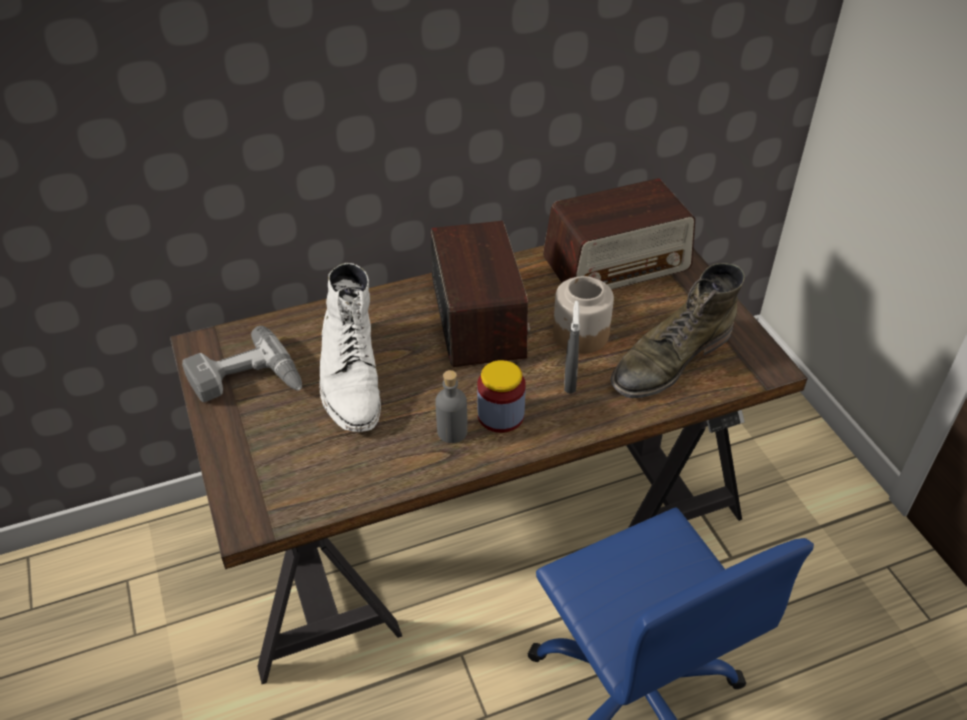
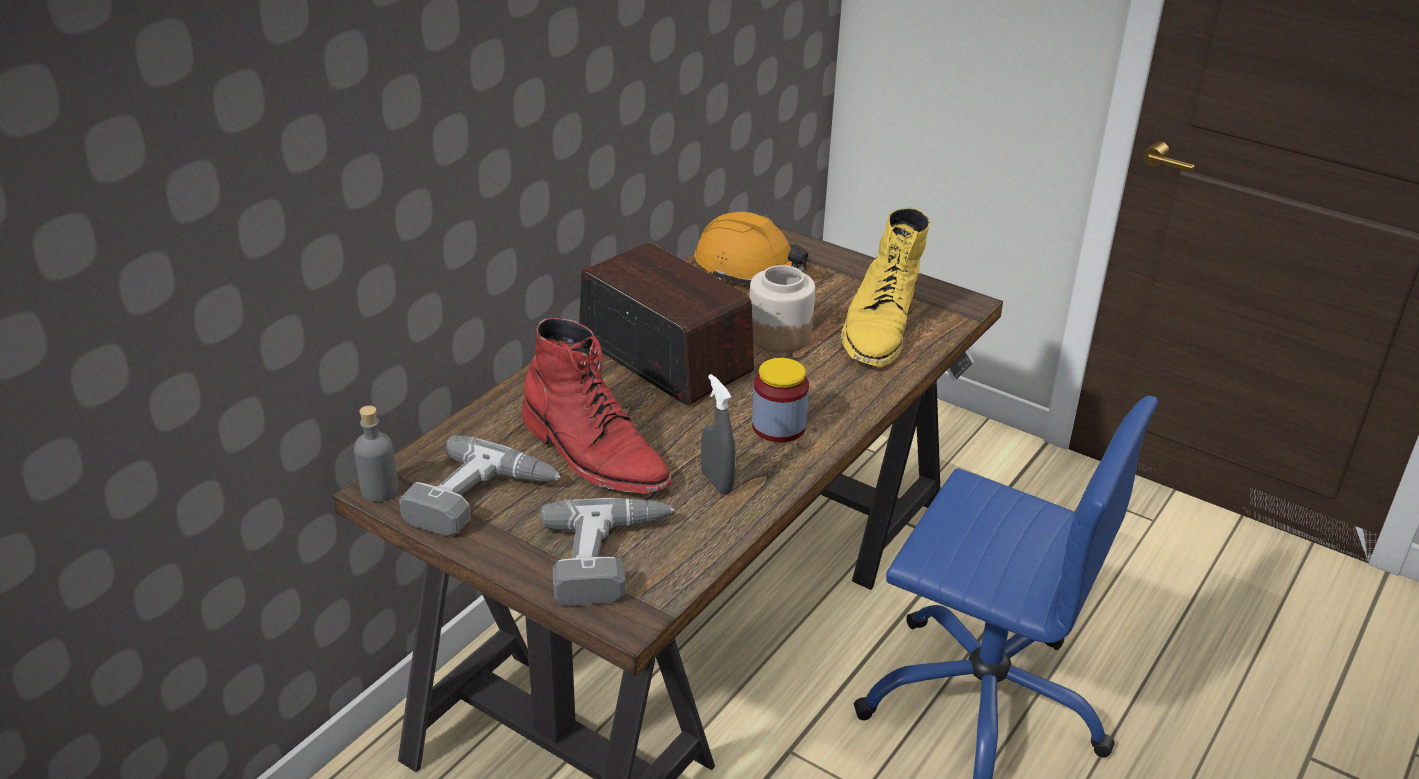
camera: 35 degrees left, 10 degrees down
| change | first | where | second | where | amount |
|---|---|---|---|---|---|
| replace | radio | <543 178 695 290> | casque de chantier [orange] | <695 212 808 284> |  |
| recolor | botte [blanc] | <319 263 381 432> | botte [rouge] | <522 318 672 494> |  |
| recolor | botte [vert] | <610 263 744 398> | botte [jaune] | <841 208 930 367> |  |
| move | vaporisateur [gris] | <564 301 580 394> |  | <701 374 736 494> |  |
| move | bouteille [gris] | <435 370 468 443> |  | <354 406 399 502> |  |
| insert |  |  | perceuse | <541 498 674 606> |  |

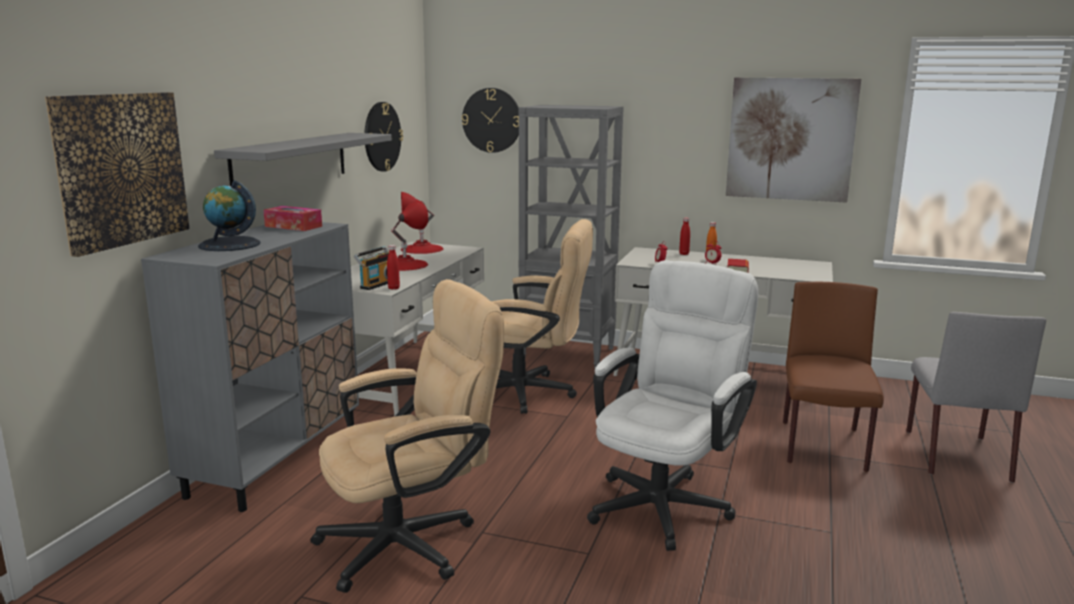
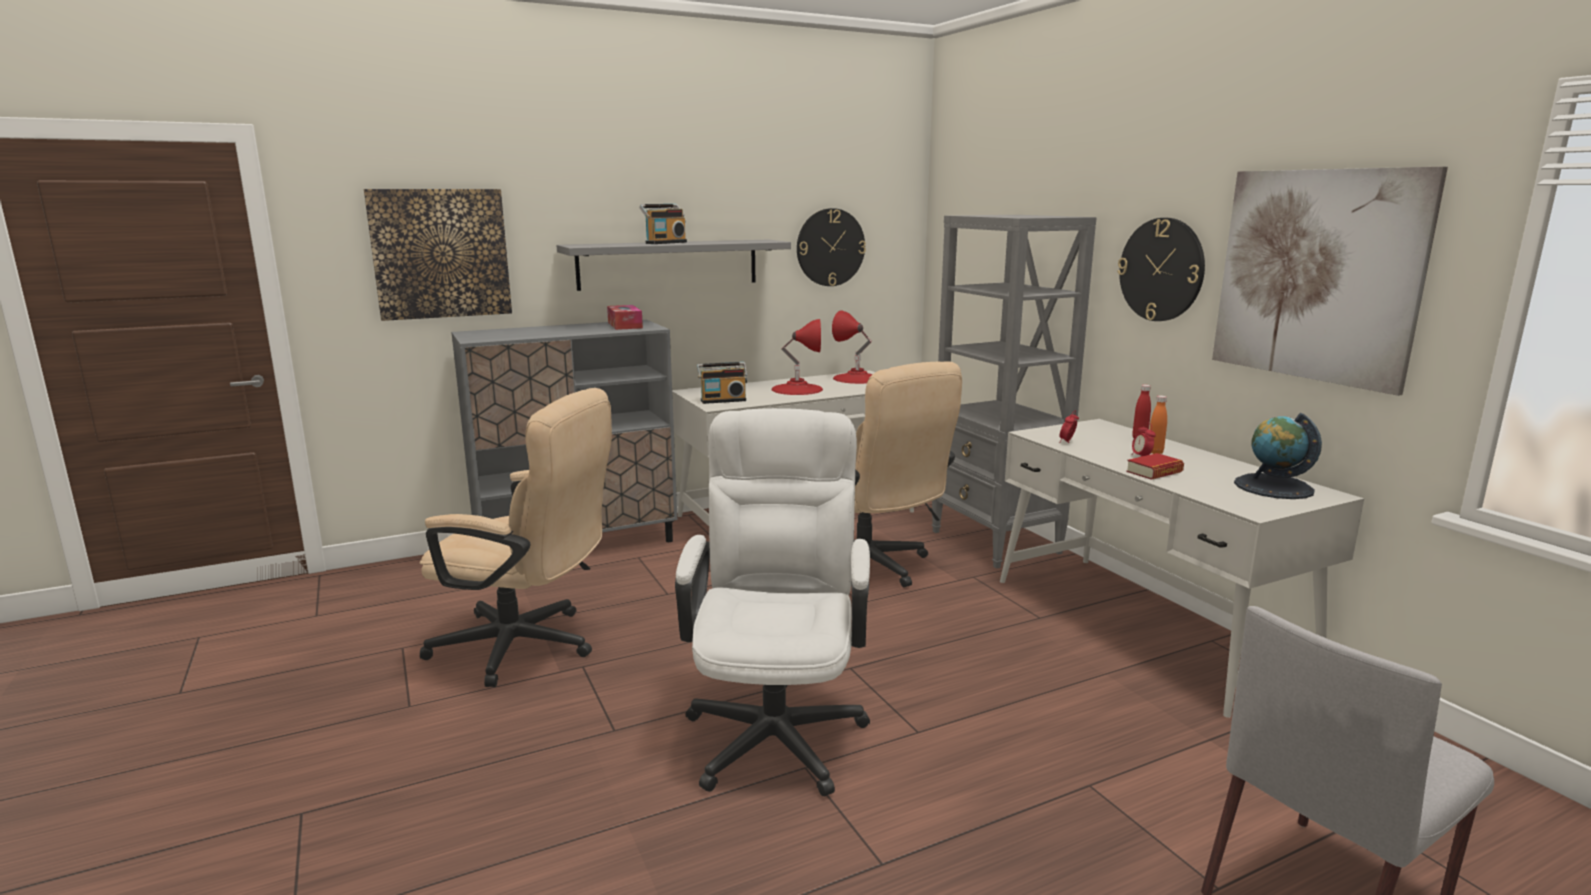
camera: 45 degrees right, 0 degrees up
| change | first | where | second | where | amount |
|---|---|---|---|---|---|
| move | horloge murale | <462 88 519 153> |  | <1117 218 1205 321> |  |
| move | globe | <198 180 261 251> |  | <1234 413 1322 499> |  |
| delete | bouteille [rouge] | <387 245 400 290> |  |  |  |
| rotate | chaise de bureau [blanc] | <587 260 758 551> |  | <675 408 870 797> | 75 degrees counterclockwise |
| delete | chaise [marron] | <783 282 884 472> |  |  |  |
| insert |  |  | radio | <639 204 687 244> |  |

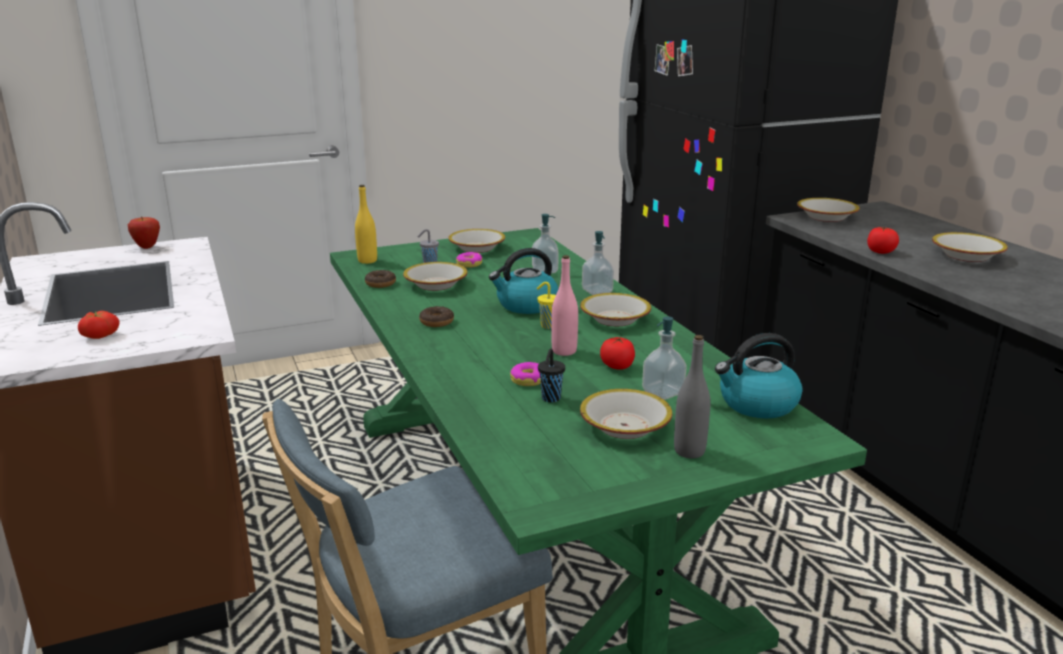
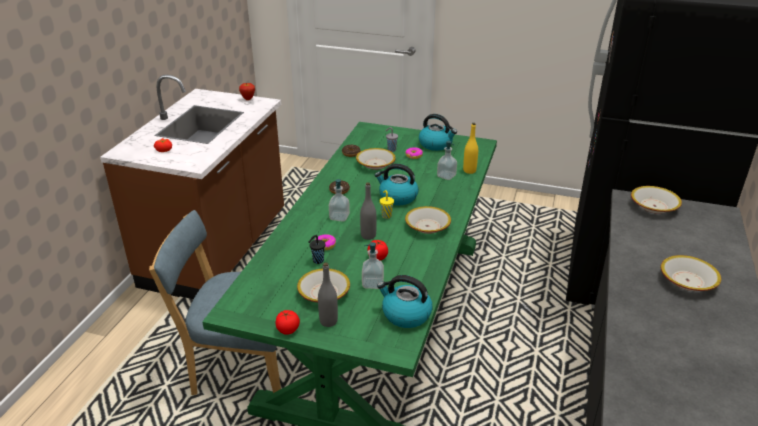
camera: 40 degrees right, 10 degrees up
| change | first | where | second | where | amount |
|---|---|---|---|---|---|
| move | bouteille [jaune] | <355 185 377 264> |  | <463 123 478 174> |  |
| move | tomate | <867 227 899 254> |  | <275 310 300 335> |  |
| replace | bol | <448 229 505 253> | bouilloire | <419 114 457 151> |  |
| move | distributeur de savon | <582 231 614 295> |  | <329 179 350 222> |  |
| recolor | bouteille [rose] | <551 255 578 356> | bouteille [gris] | <360 182 377 240> |  |

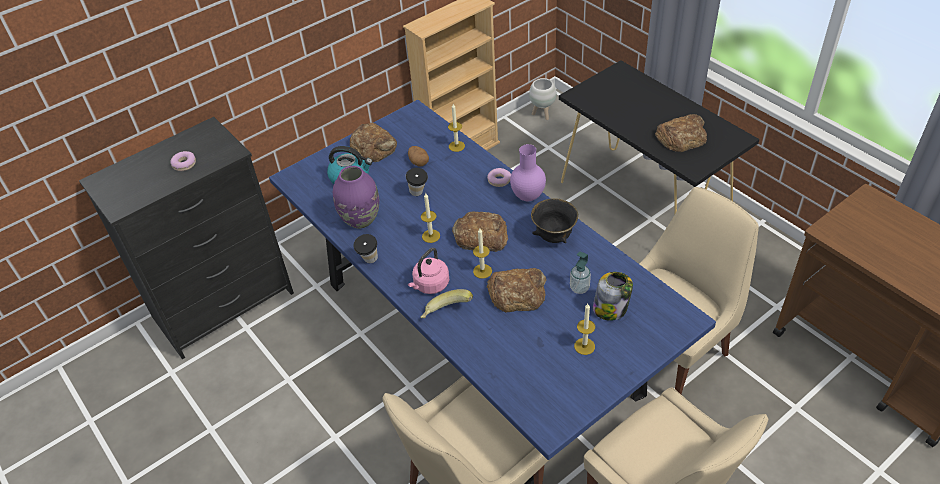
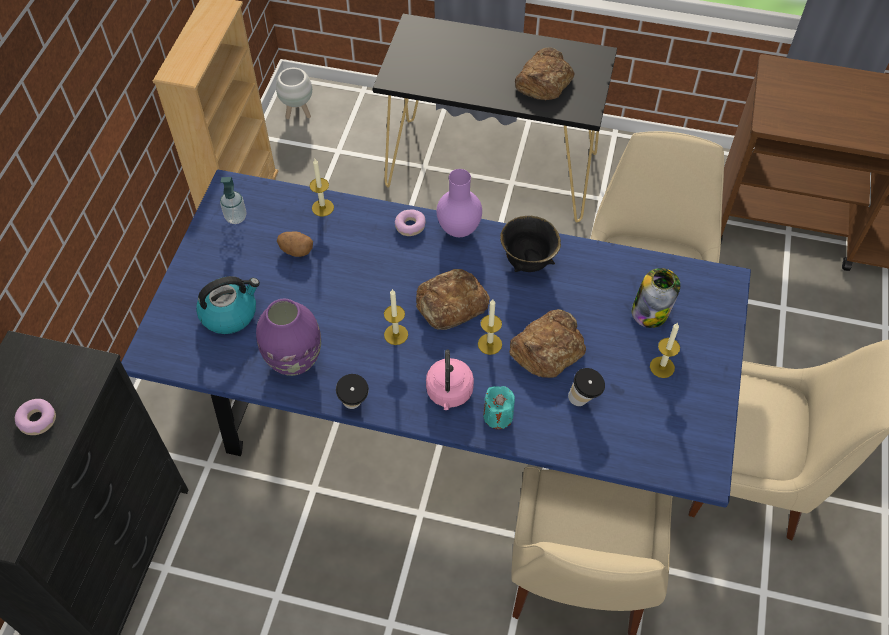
camera: 40 degrees left, 10 degrees up
| change | first | where | second | where | amount |
|---|---|---|---|---|---|
| delete | pain | <350 123 397 162> |  |  |  |
| move | tasse | <406 168 428 196> |  | <568 368 605 406> |  |
| move | distributeur de savon | <570 251 591 294> |  | <220 177 247 224> |  |
| replace | banane | <420 289 473 318> | bougie [turquoise] | <483 386 515 429> |  |

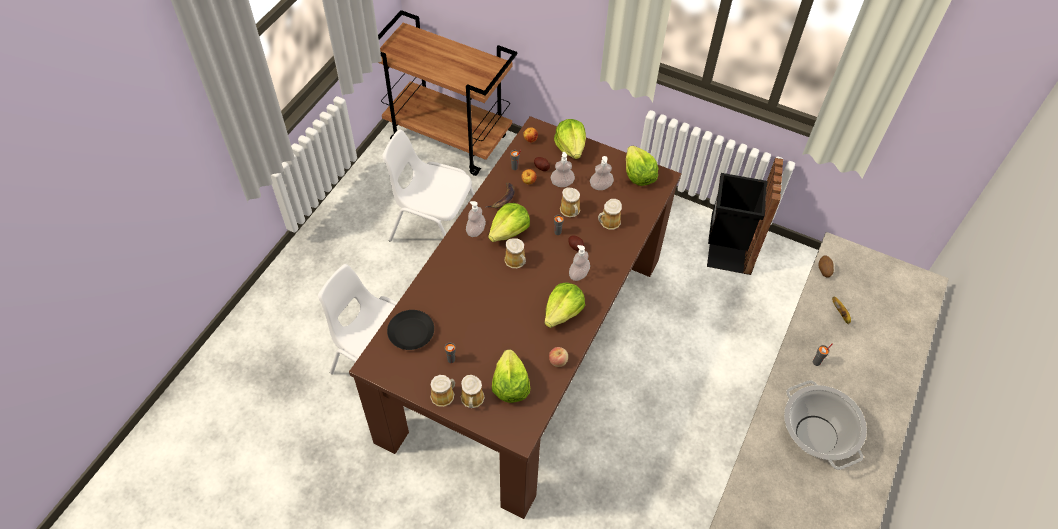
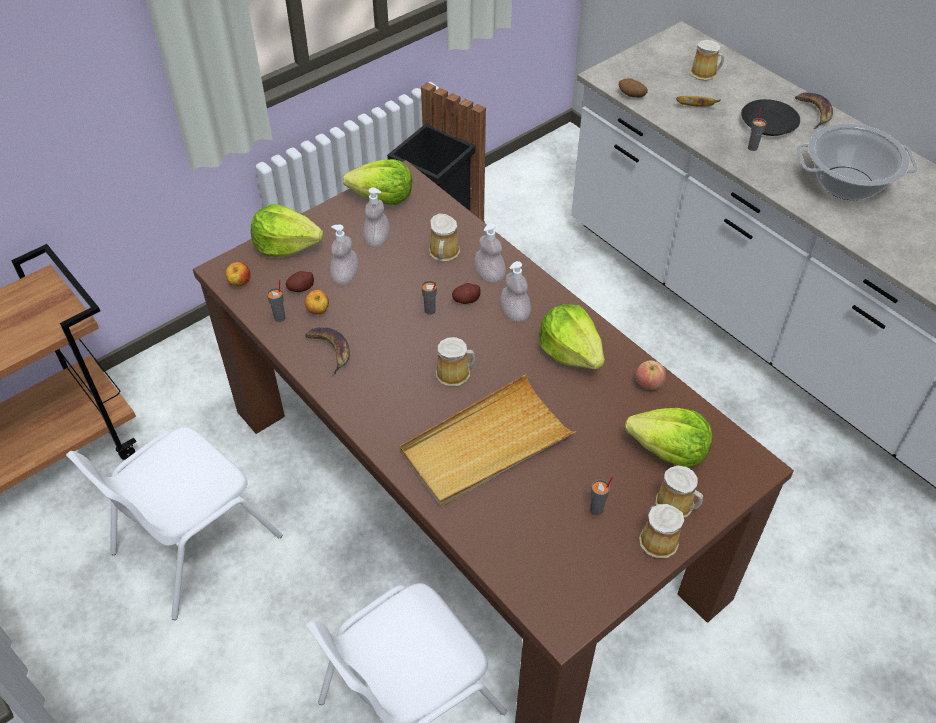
camera: 65 degrees left, 5 degrees down
| change | first | where | second | where | amount |
|---|---|---|---|---|---|
| move | mug | <560 187 580 217> |  | <690 40 724 81> |  |
| move | distributeur de savon | <466 201 486 237> |  | <474 223 506 283> |  |
| delete | laitue | <488 203 530 242> |  |  |  |
| move | assiette [noir] | <387 310 434 350> |  | <741 99 800 136> |  |
| insert |  |  | banane | <795 93 833 129> |  |
| insert |  |  | plateau [beige] | <400 374 577 507> |  |

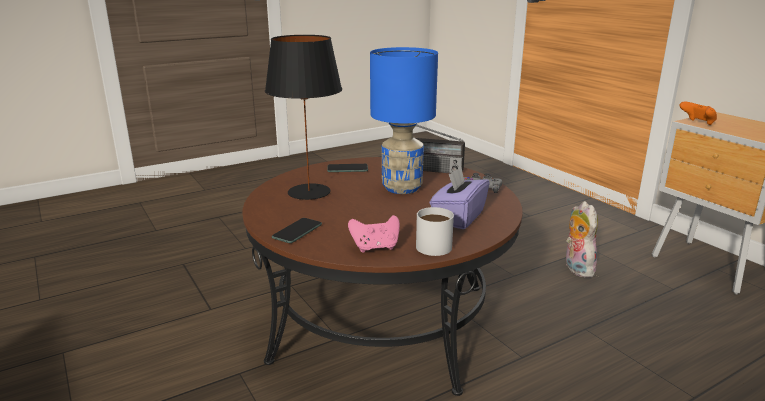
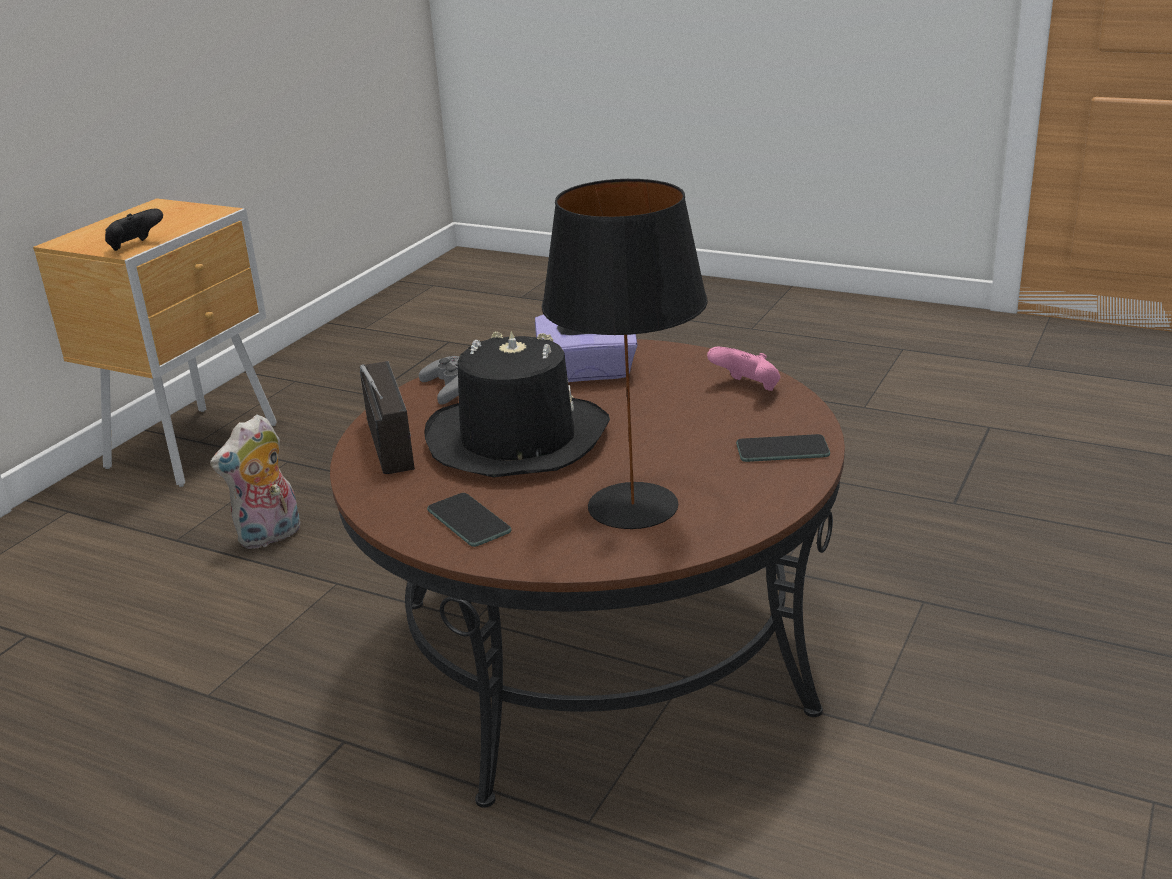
camera: 120 degrees left, 5 degrees up
| change | first | where | second | where | amount |
|---|---|---|---|---|---|
| replace | lampe de table [bleu] | <370 47 438 194> | chapeau [noir] | <424 331 610 477> |  |
| recolor | manette [orange] | <679 101 717 125> | manette [noir] | <105 208 163 251> |  |
| delete | mug [blanc] | <416 207 454 256> |  |  |  |

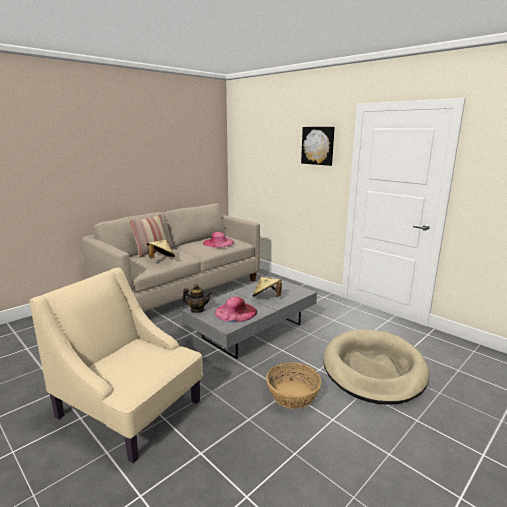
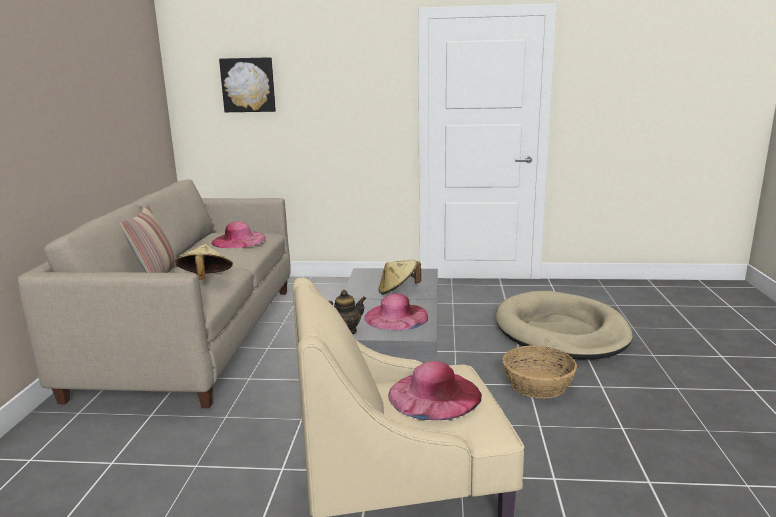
camera: 40 degrees left, 0 degrees up
| change | first | where | second | where | amount |
|---|---|---|---|---|---|
| move | tableau | <301 127 335 166> |  | <219 57 276 112> |  |
| insert |  |  | chapeau [rose] | <388 361 482 420> |  |

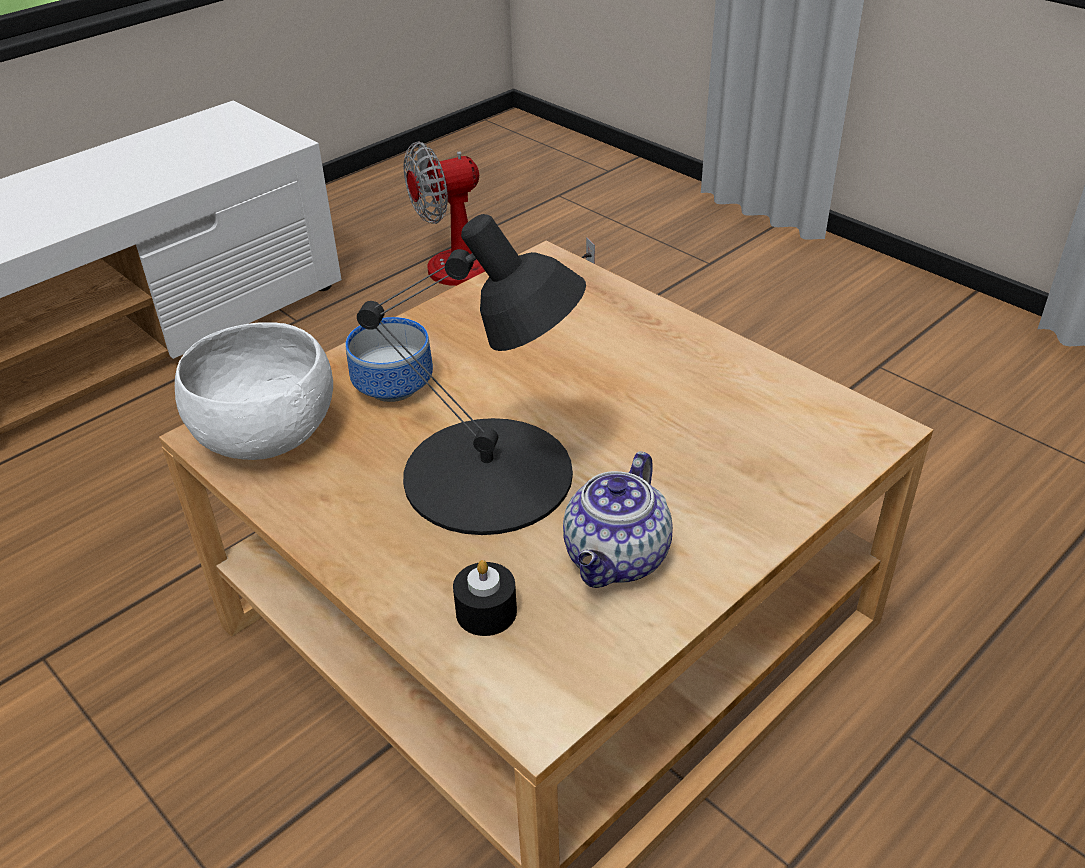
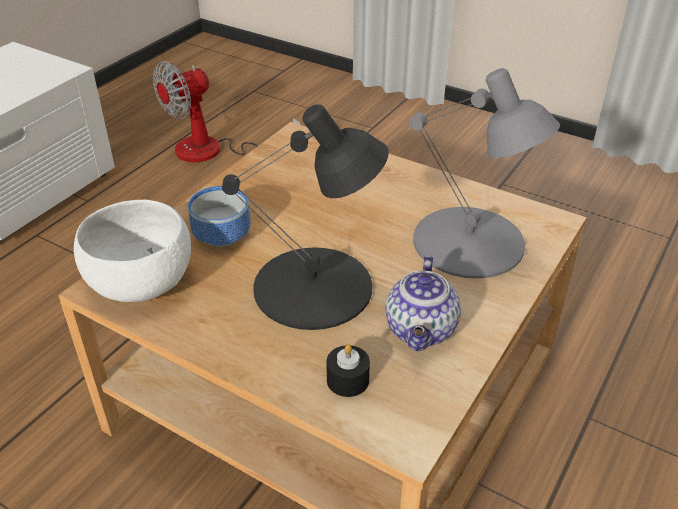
camera: 15 degrees left, 0 degrees up
| change | first | where | second | where | amount |
|---|---|---|---|---|---|
| insert |  |  | lampe de table [gris] | <409 68 560 279> |  |

